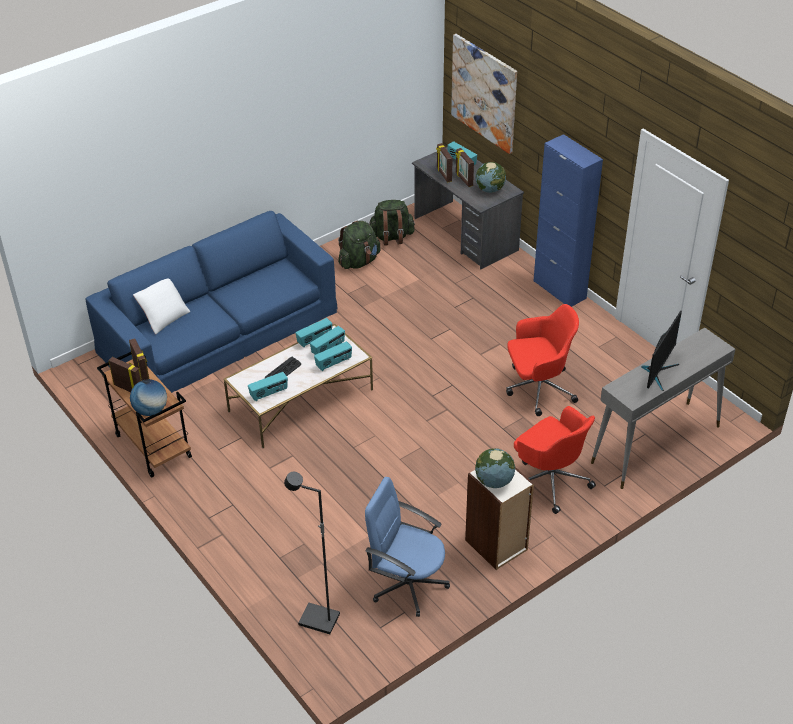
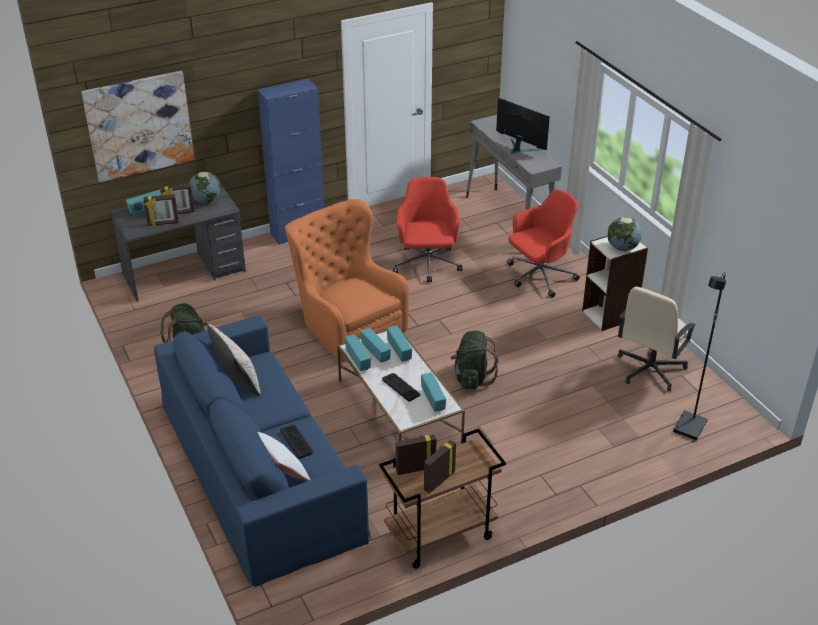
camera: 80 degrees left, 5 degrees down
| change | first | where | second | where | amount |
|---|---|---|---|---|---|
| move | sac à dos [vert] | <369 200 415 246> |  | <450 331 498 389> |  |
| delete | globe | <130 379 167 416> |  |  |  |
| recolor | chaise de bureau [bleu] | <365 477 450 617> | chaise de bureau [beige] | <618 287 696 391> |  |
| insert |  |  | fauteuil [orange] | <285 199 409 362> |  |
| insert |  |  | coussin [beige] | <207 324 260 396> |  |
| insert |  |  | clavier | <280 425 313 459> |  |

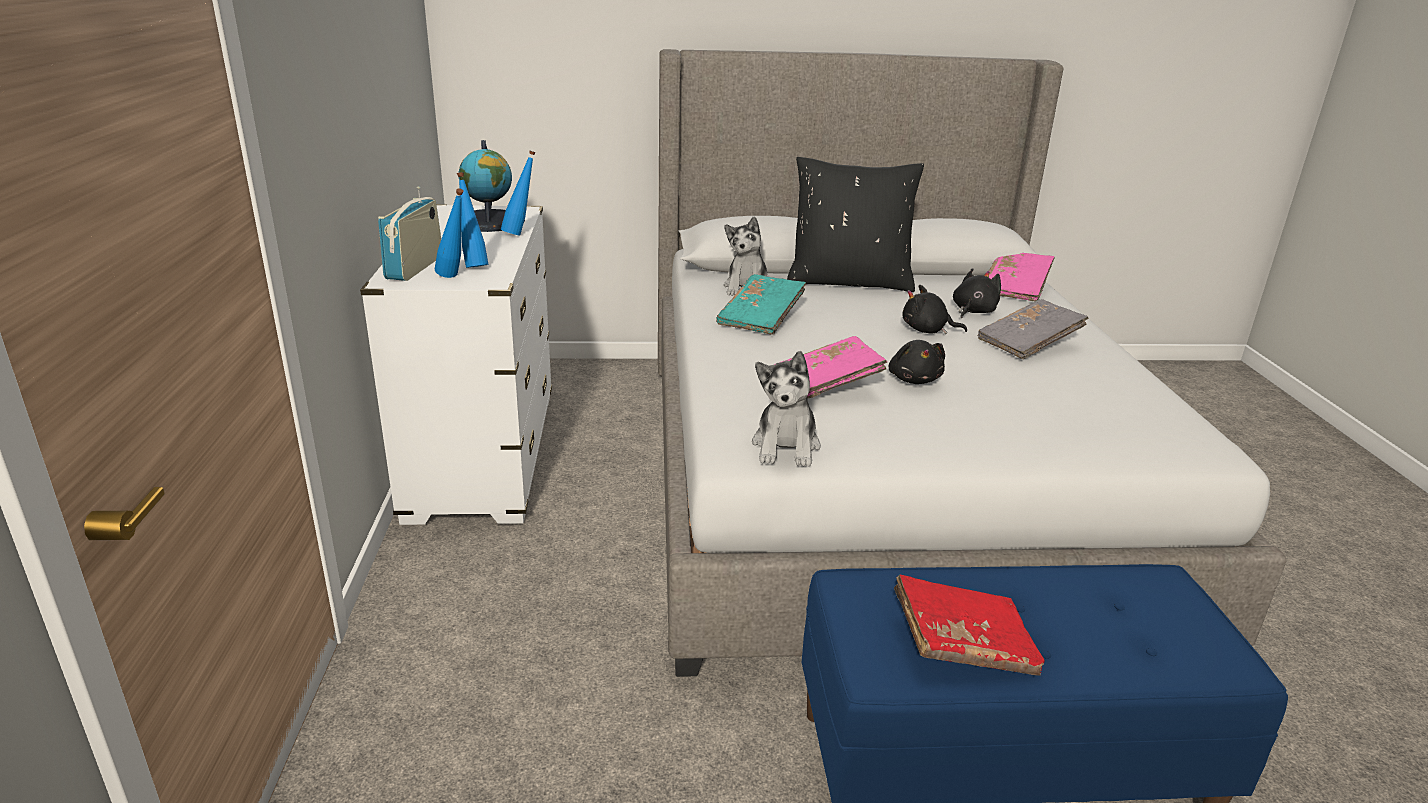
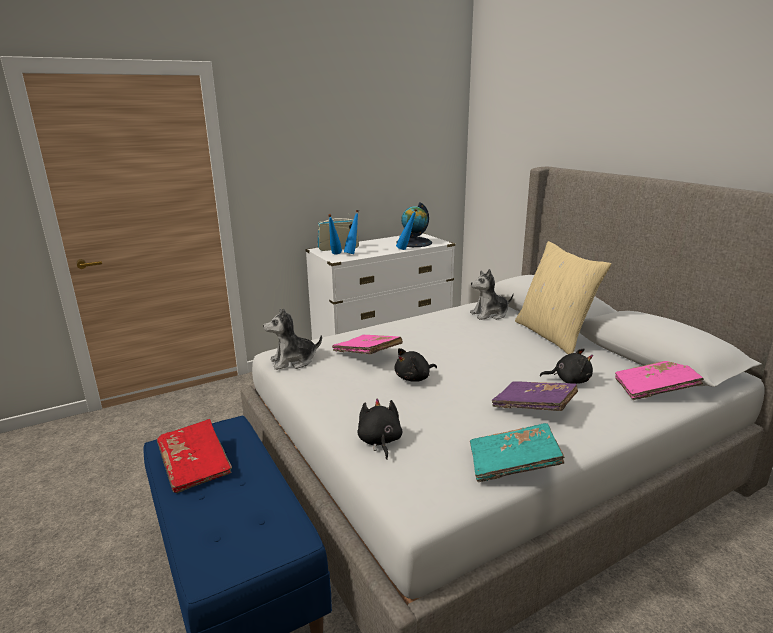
camera: 65 degrees right, 5 degrees down
| change | first | where | second | where | amount |
|---|---|---|---|---|---|
| recolor | coussin [noir] | <787 157 924 292> | coussin [beige] | <515 241 611 354> |  |
| move | livre [turquoise] | <716 274 806 335> |  | <470 423 565 482> |  |
| move | peluche [noir] | <902 285 967 334> |  | <357 399 403 460> |  |
| recolor | livre [gris] | <978 299 1088 359> | livre [violet] | <492 382 578 411> |  |

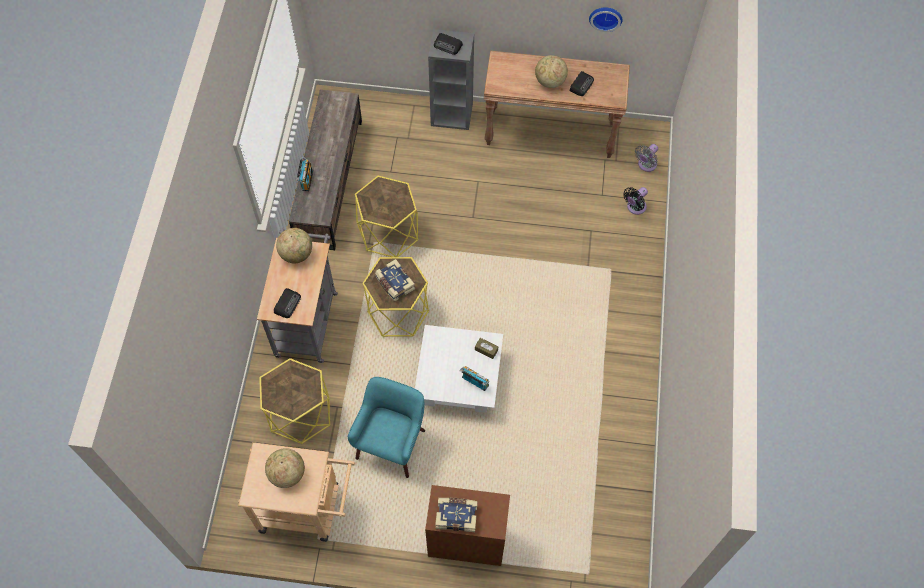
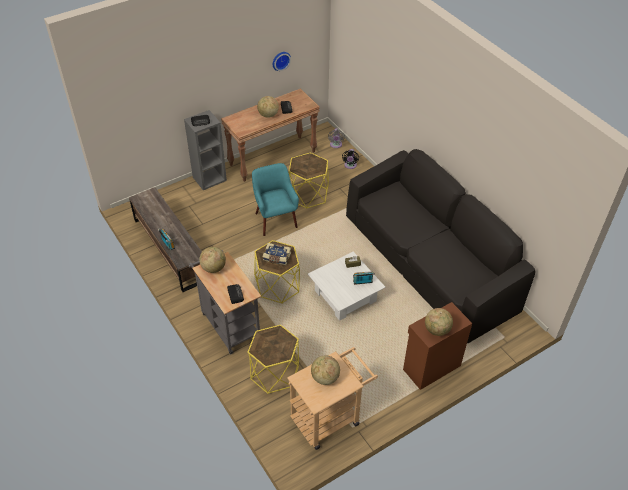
camera: 40 degrees left, 15 degrees down
| change | first | where | second | where | amount |
|---|---|---|---|---|---|
| move | table d'appoint [jaune] | <355 176 418 257> |  | <289 152 329 209> |  |
| move | fauteuil [turquoise] | <348 377 425 478> |  | <252 163 299 236> |  |
| replace | livre | <435 498 478 532> | globe | <425 308 453 336> |  |
| insert |  |  | canapé [noir] | <346 149 535 343> |  |

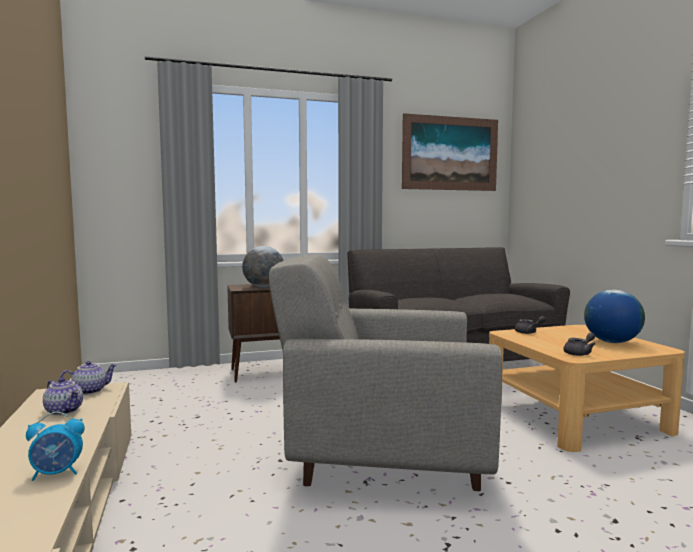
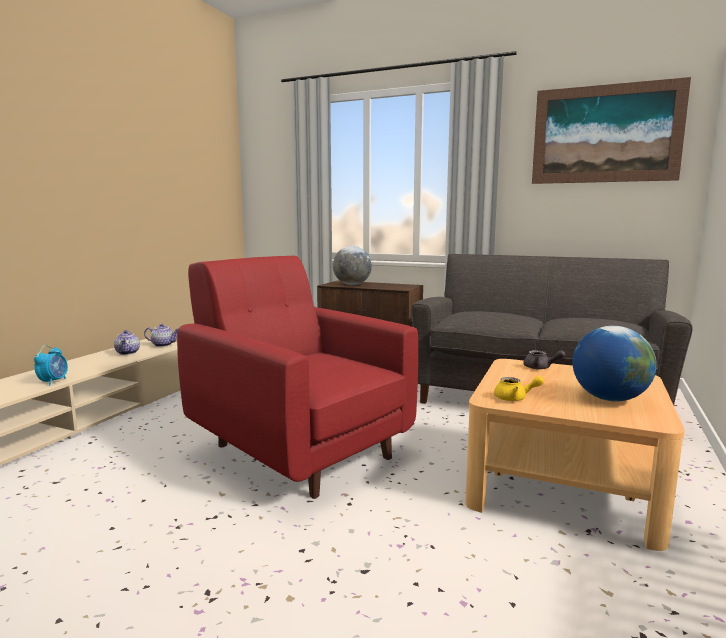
camera: 40 degrees right, 5 degrees up
| change | first | where | second | where | amount |
|---|---|---|---|---|---|
| recolor | fauteuil [gris] | <269 254 502 491> | fauteuil [rouge] | <177 256 418 499> |  |
| recolor | théière [gris] | <563 333 595 356> | théière [jaune] | <494 376 544 401> |  |
| rotate | réveil | <26 412 85 481> |  | <34 345 68 386> | 105 degrees counterclockwise |

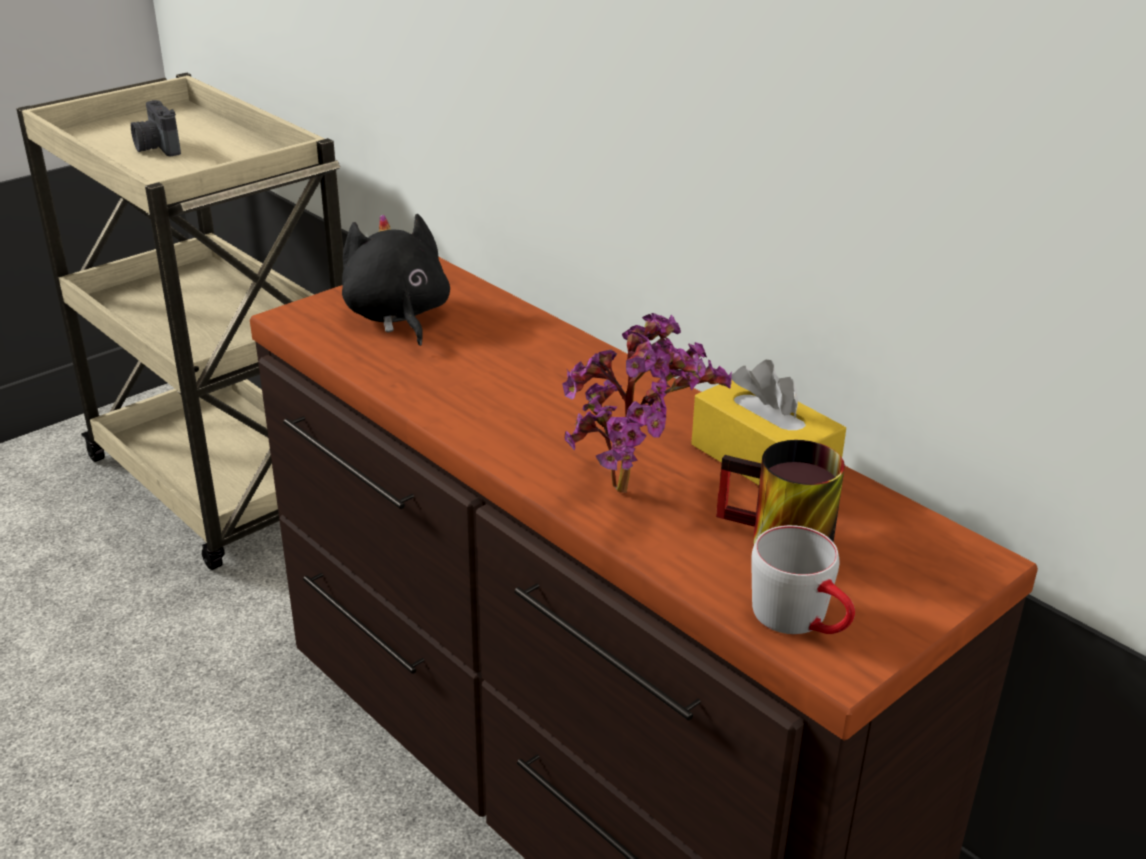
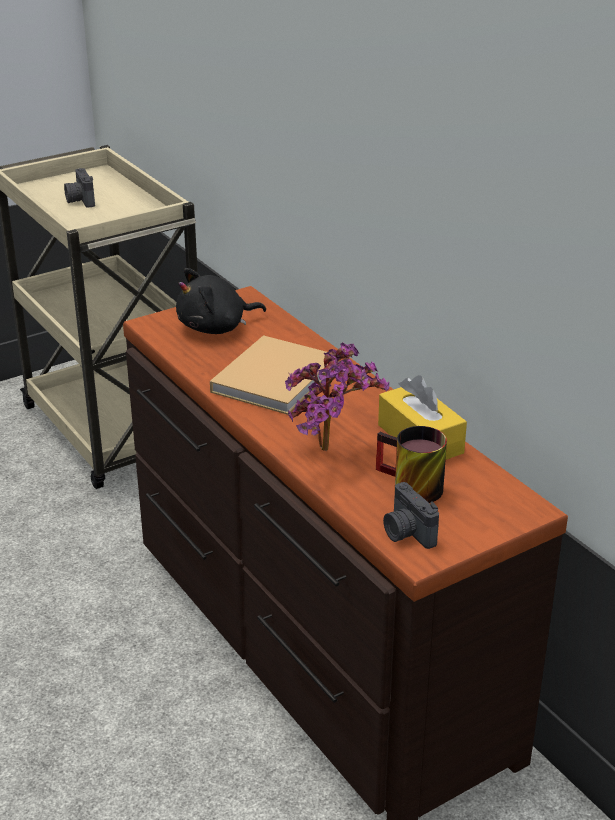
camera: 10 degrees right, 0 degrees up
| change | first | where | second | where | amount |
|---|---|---|---|---|---|
| rotate | peluche [noir] | <342 214 450 346> |  | <176 268 266 334> | 105 degrees counterclockwise |
| replace | mug [gris] | <751 525 855 634> | appareil photo | <383 482 439 549> |  |
| insert |  |  | livre [beige] | <210 335 328 415> |  |

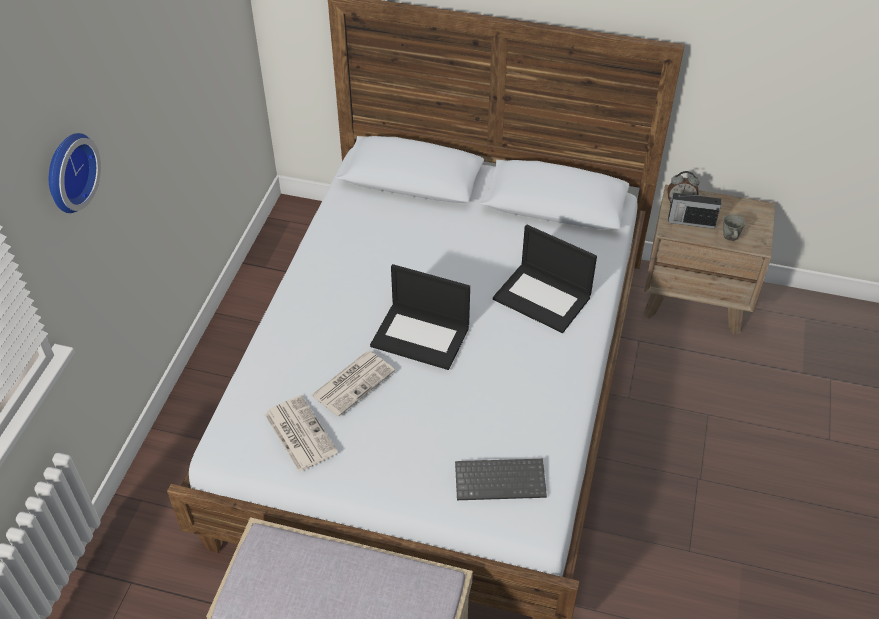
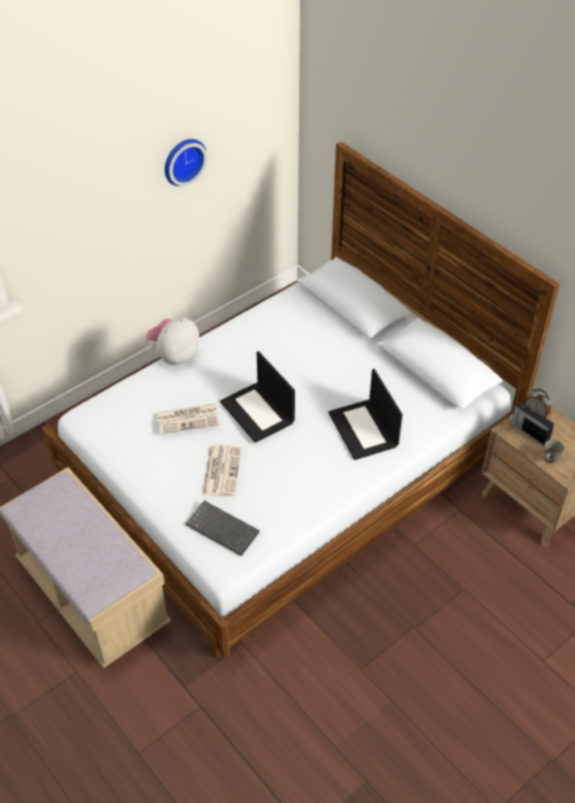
camera: 35 degrees right, 0 degrees up
| change | first | where | second | where | amount |
|---|---|---|---|---|---|
| move | horloge murale | <49 133 101 213> |  | <165 139 207 186> |  |
| move | journal | <265 395 338 472> |  | <202 445 241 497> |  |
| insert |  |  | peluche | <146 317 200 365> |  |

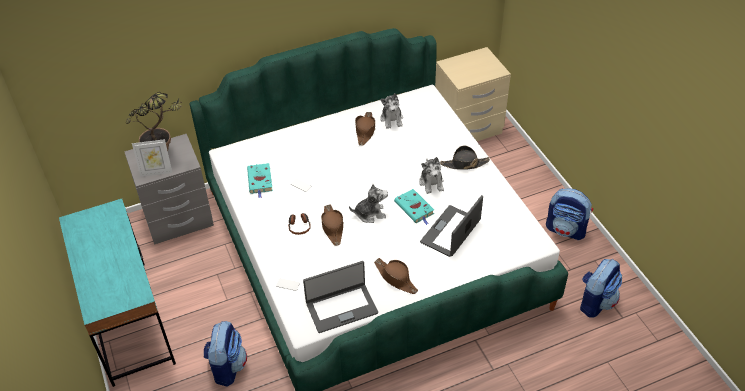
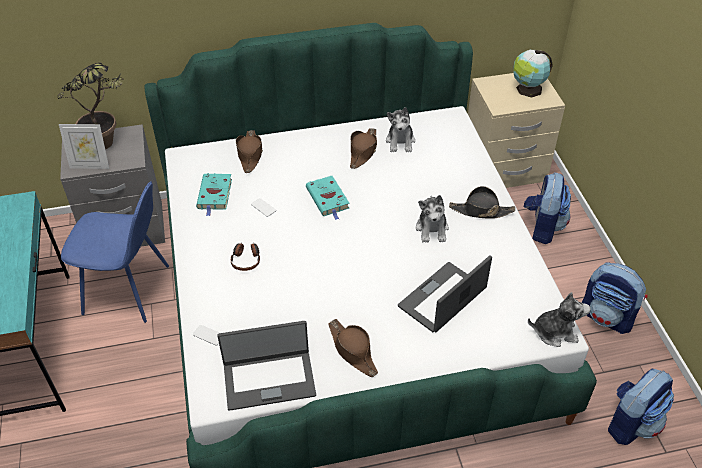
camera: 10 degrees right, 0 degrees up
| change | first | where | second | where | amount |
|---|---|---|---|---|---|
| move | peluche | <349 184 388 223> |  | <528 292 591 347> |  |
| move | livre [turquoise] | <394 189 434 225> |  | <306 176 349 220> |  |
| move | chapeau [marron] | <321 204 344 246> |  | <236 130 263 173> |  |
| move | sac à dos | <204 321 247 387> |  | <524 173 571 244> |  |
| insert |  |  | globe | <513 50 553 98> |  |
| insert |  |  | chaise [bleu] | <61 181 169 323> |  |

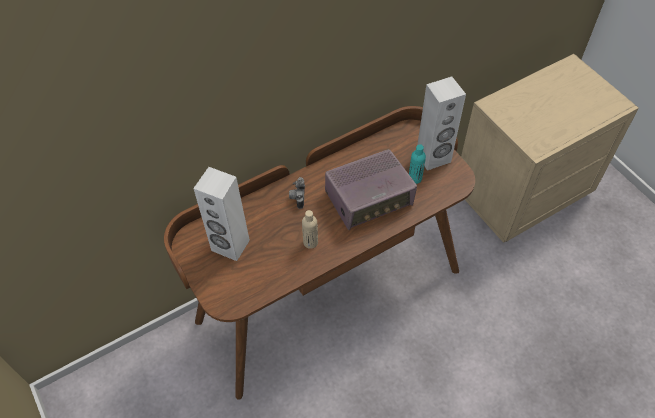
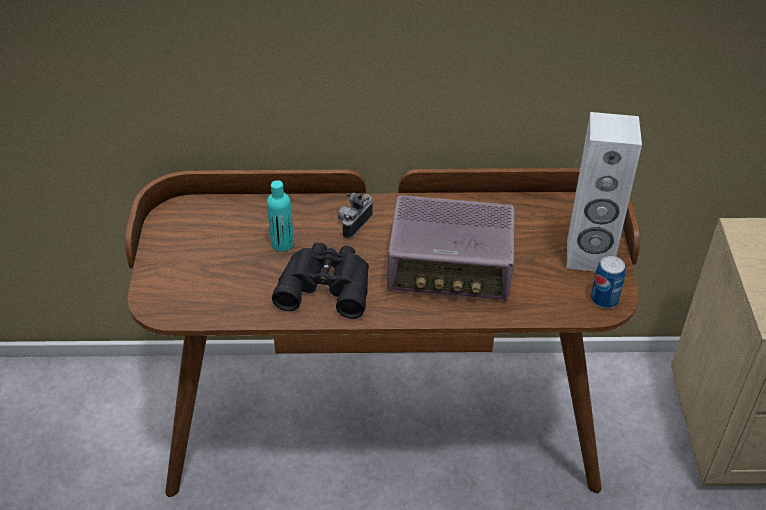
camera: 30 degrees right, 10 degrees down
| change | first | where | second | where | amount |
|---|---|---|---|---|---|
| move | bouteille [turquoise] | <409 144 426 184> |  | <267 180 294 252> |  |
| delete | enceinte [blanc] | <193 167 250 261> |  |  |  |
| replace | bouteille [beige] | <302 210 318 249> | jumelles [noir] | <272 243 369 319> |  |
| insert |  |  | boîte métallique | <591 256 626 308> |  |

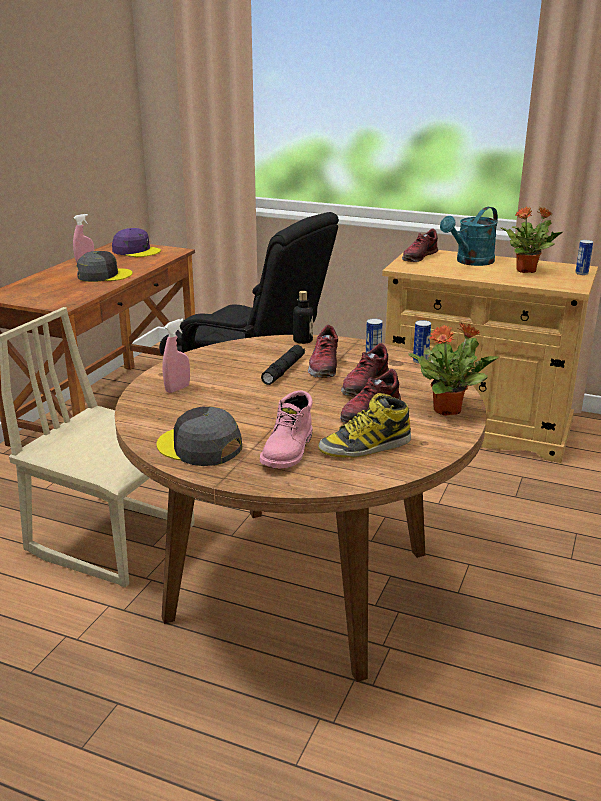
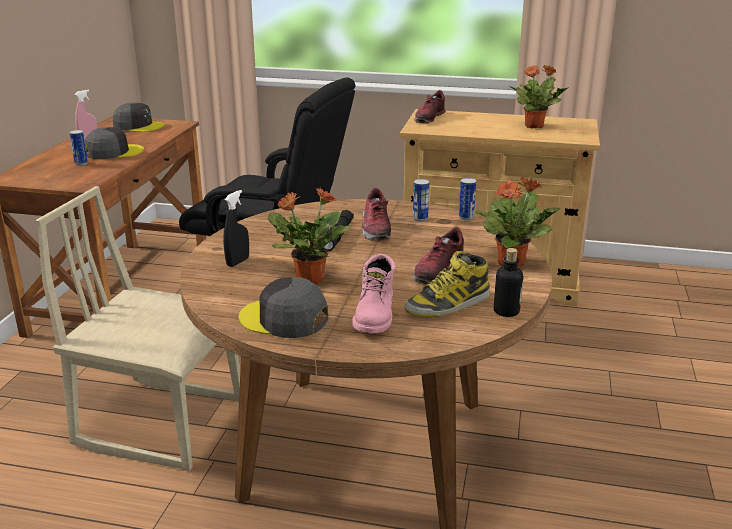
camera: 10 degrees left, 0 degrees up
| change | first | where | second | where | amount |
|---|---|---|---|---|---|
| delete | arrosoir [turquoise] | <440 207 498 266> |  |  |  |
| recolor | casquette [violet] | <112 228 161 257> | casquette [gris] | <113 102 165 132> |  |
| move | boîte métallique | <575 240 593 275> |  | <69 130 88 166> |  |
| move | bouteille | <293 291 313 344> |  | <494 248 523 317> |  |
| recolor | vaporisateur [rose] | <162 319 190 393> | vaporisateur [noir] | <223 190 249 267> |  |
| delete | chaussure | <341 343 389 397> |  |  |  |
| insert |  |  | plante en pot | <268 188 351 284> |  |

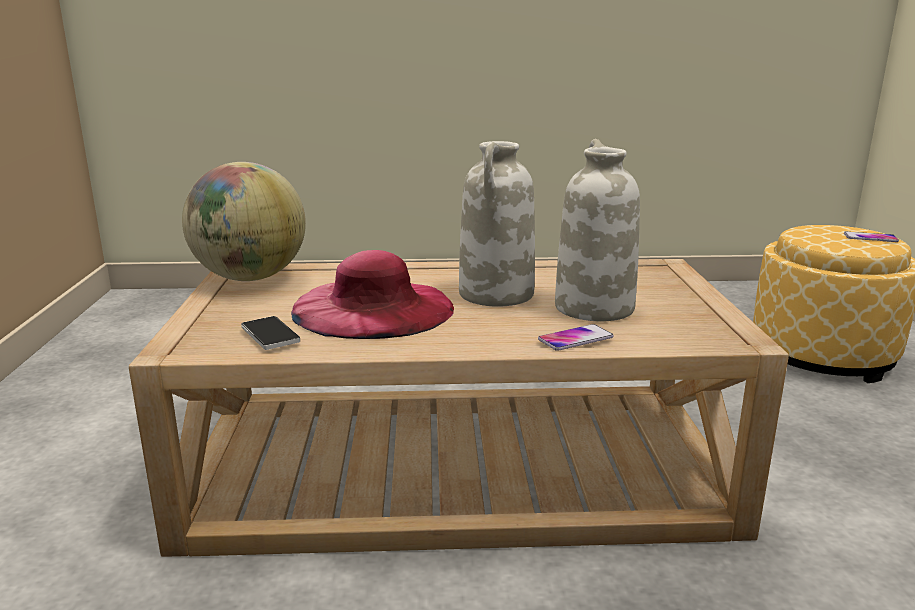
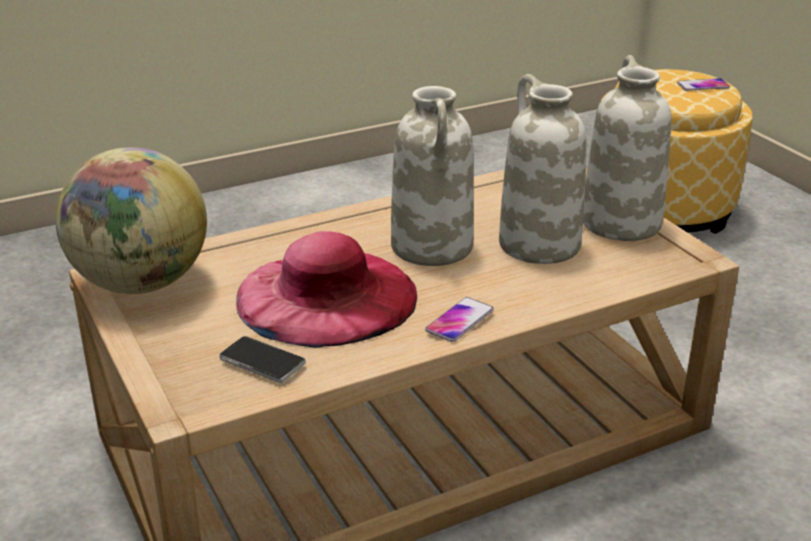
camera: 25 degrees left, 10 degrees up
| change | first | where | second | where | amount |
|---|---|---|---|---|---|
| move | téléphone | <538 324 614 351> |  | <425 297 494 342> |  |
| insert |  |  | vase [blanc] | <583 55 672 241> |  |

